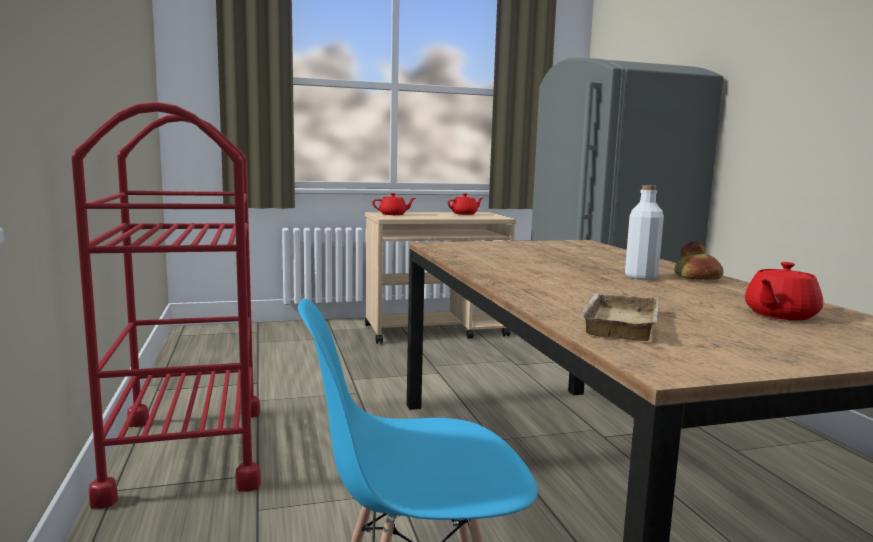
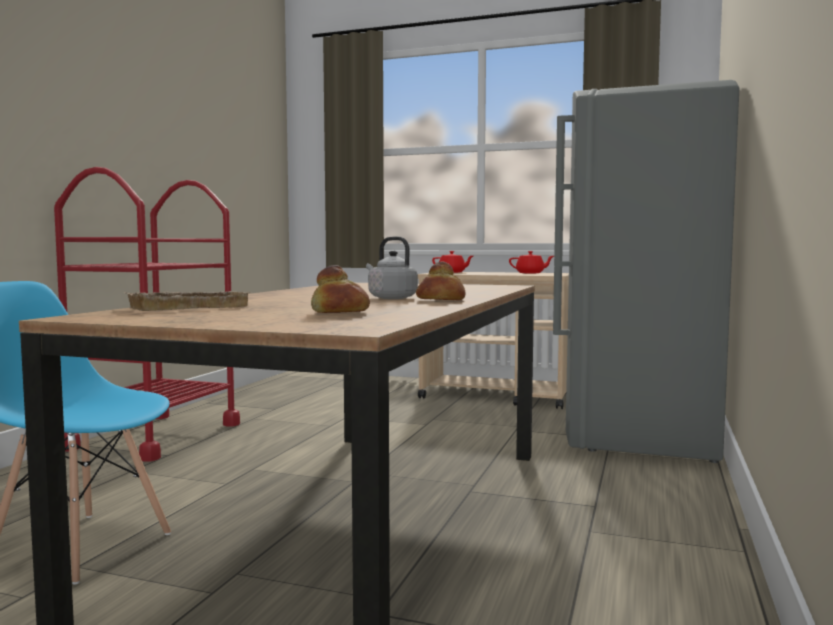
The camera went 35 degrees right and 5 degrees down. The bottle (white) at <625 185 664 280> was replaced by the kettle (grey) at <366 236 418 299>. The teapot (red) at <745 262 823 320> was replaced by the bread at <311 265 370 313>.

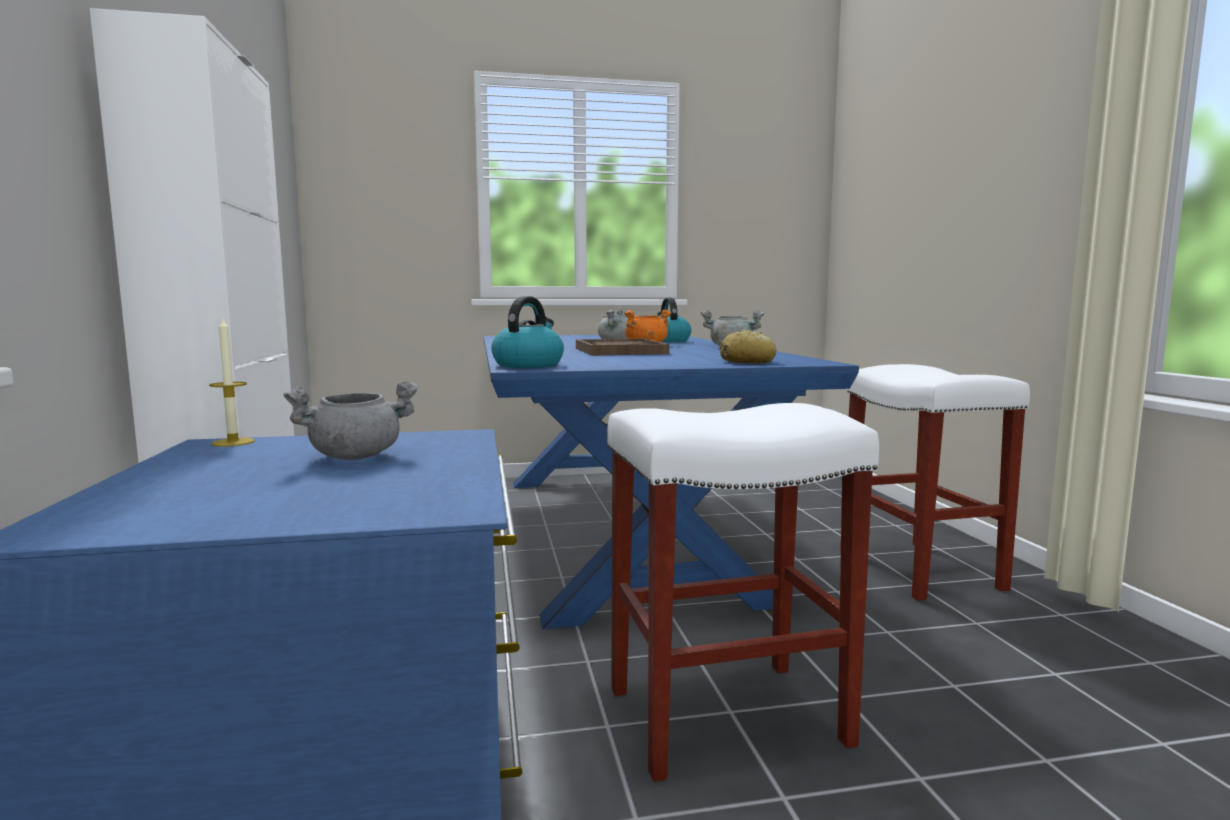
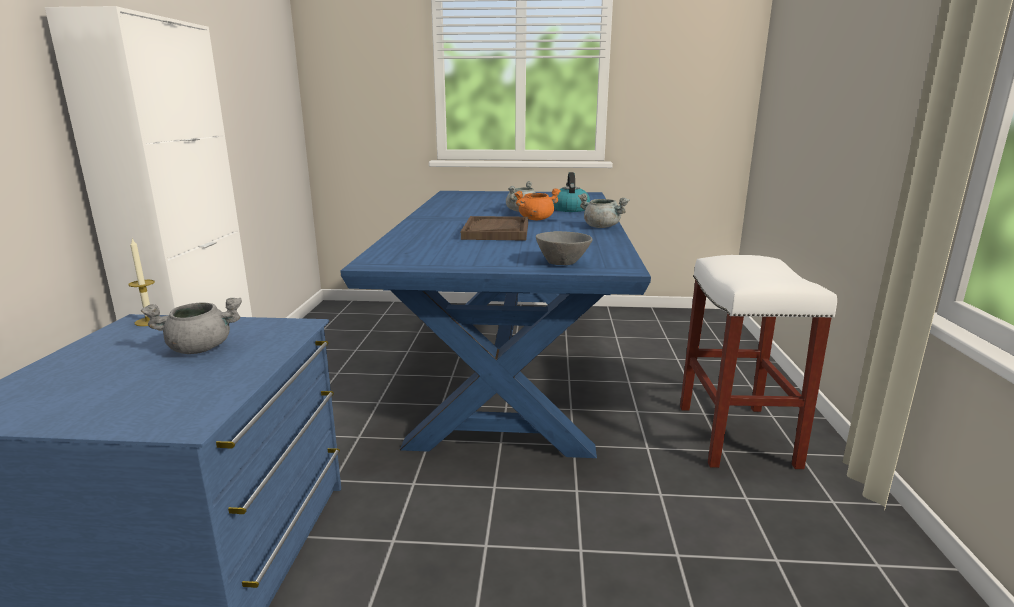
The camera went 15 degrees right and 10 degrees up. The kettle at <491 296 564 368> disappeared. The bread at <720 330 776 363> was replaced by the bowl (grey) at <536 231 593 265>. The stool (white) at <607 403 879 782> disappeared.

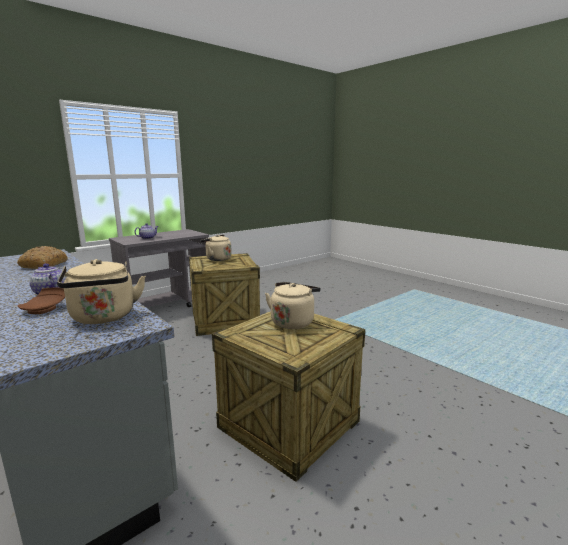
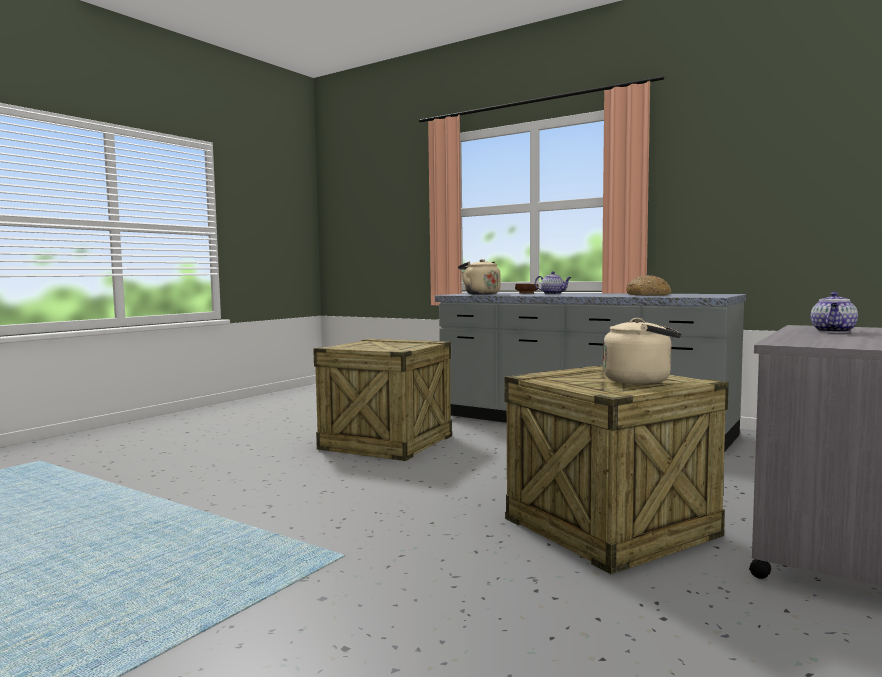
The camera went 165 degrees right and 10 degrees down. The kettle (beige) at <265 282 321 329> disappeared.

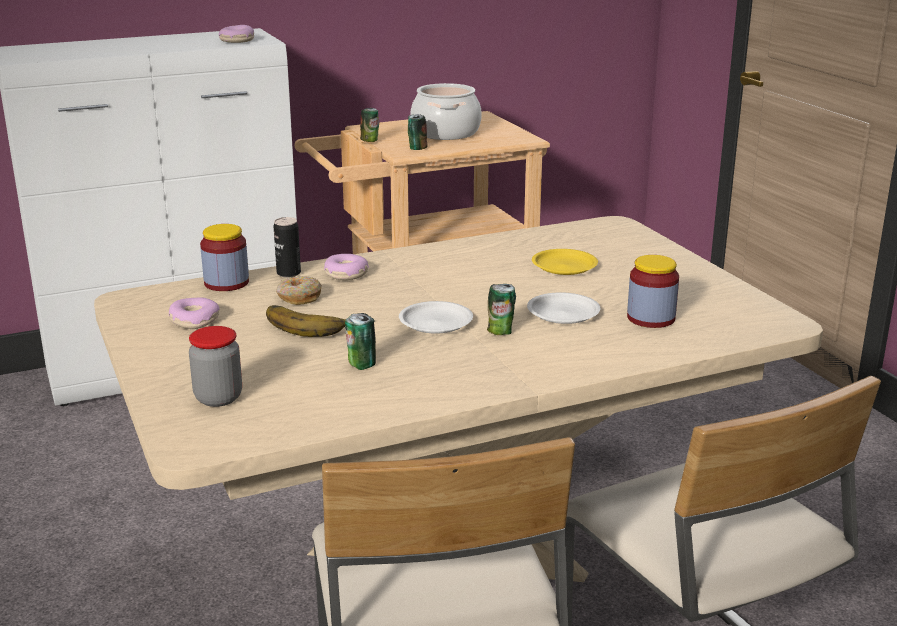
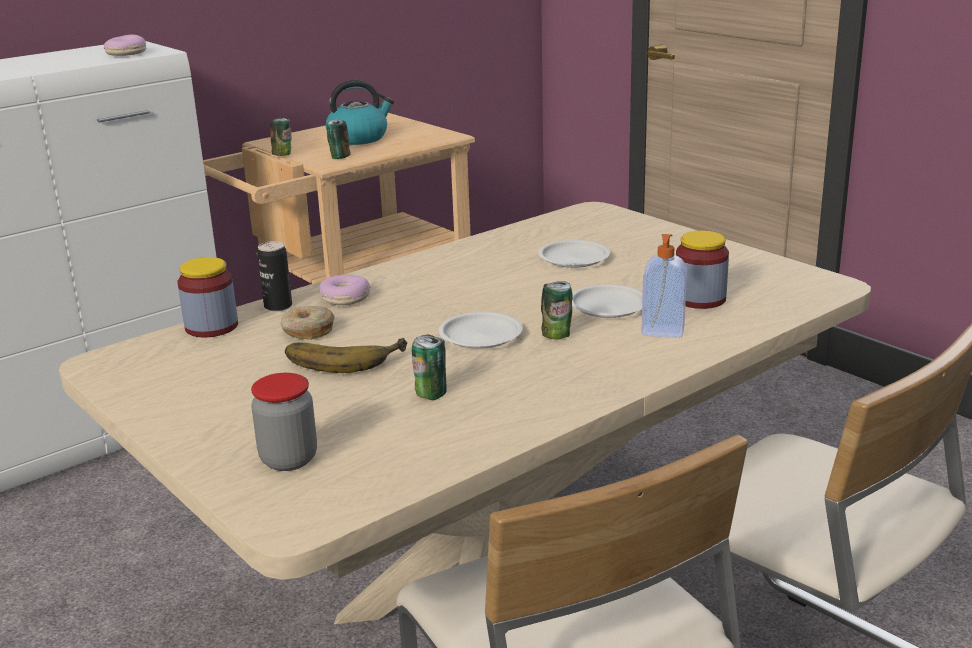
The camera went 15 degrees left and 0 degrees up. The cooking pot at <410 83 482 140> was replaced by the kettle at <326 80 394 145>. The plate (yellow) at <532 249 598 275> became the plate (white) at <538 240 610 268>. The donut at <169 297 220 329> disappeared. The soap dispenser at <641 234 687 338> appeared.

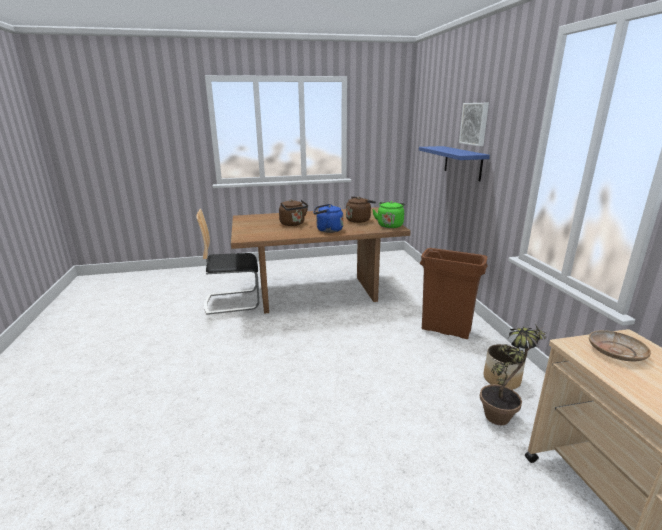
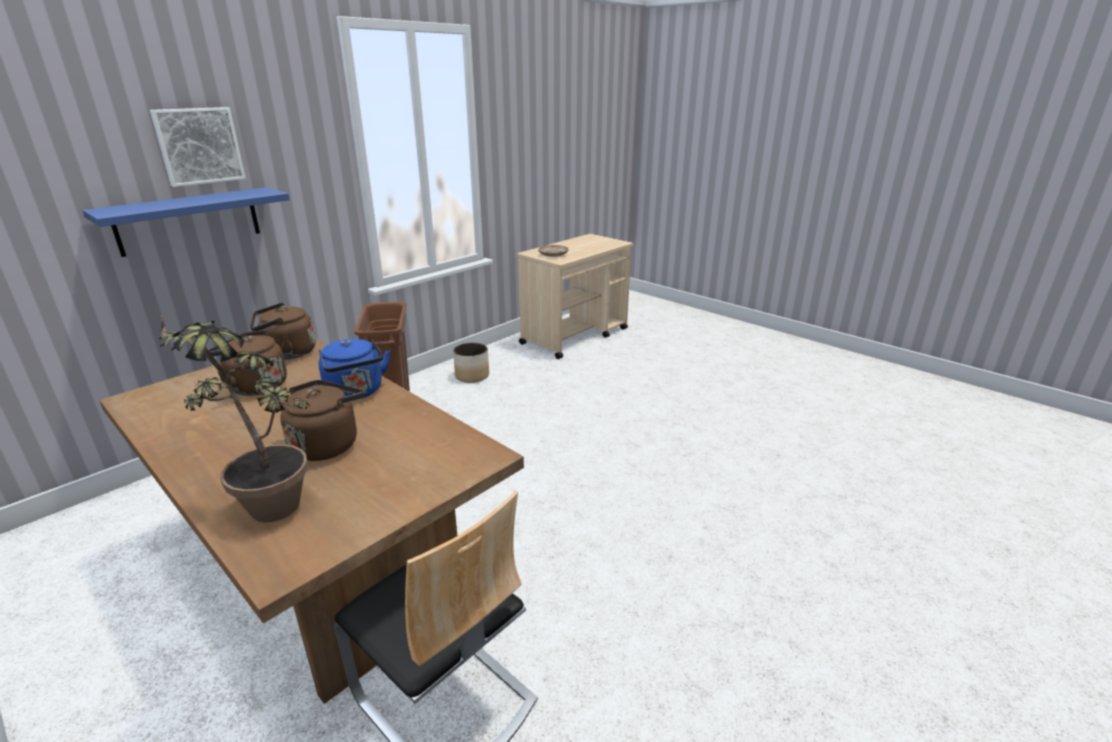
The camera went 125 degrees left and 5 degrees up. The kettle (green) at <372 201 405 228> became the kettle (brown) at <250 303 316 360>. The potted plant moved from <480 324 547 425> to <156 315 310 523>.

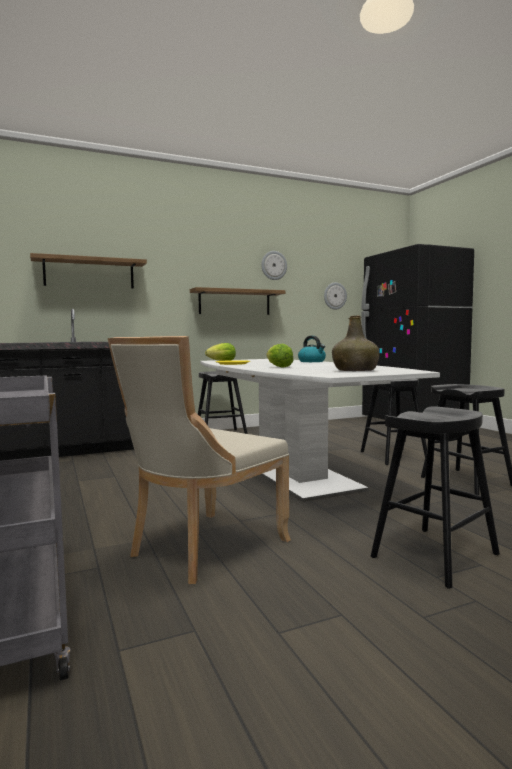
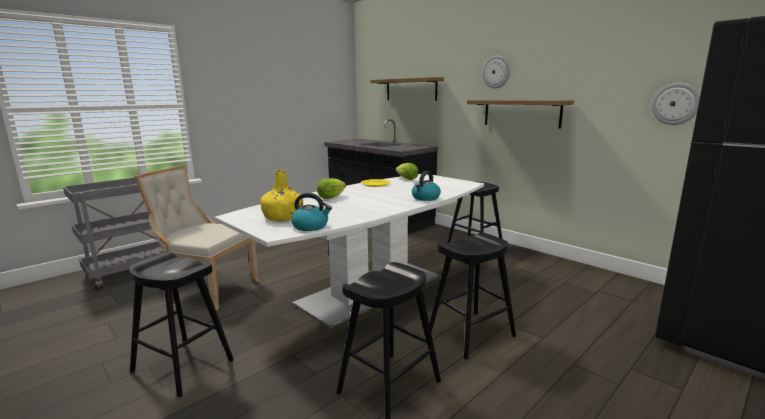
The camera went 70 degrees right and 10 degrees up. The wall clock moved from <261 251 287 280> to <482 55 510 89>. The bottle (green) at <332 316 379 371> became the bottle (yellow) at <260 170 303 221>. The kettle at <291 193 332 231> appeared.

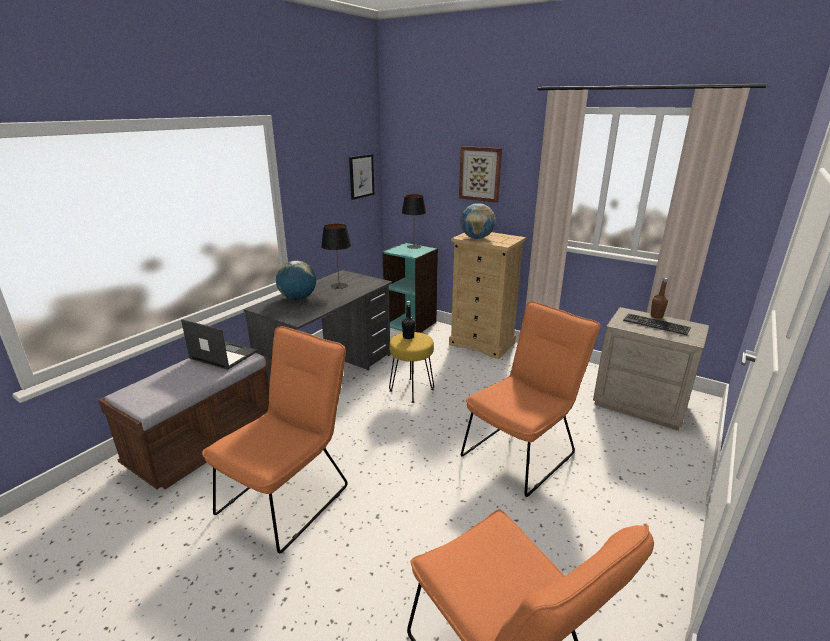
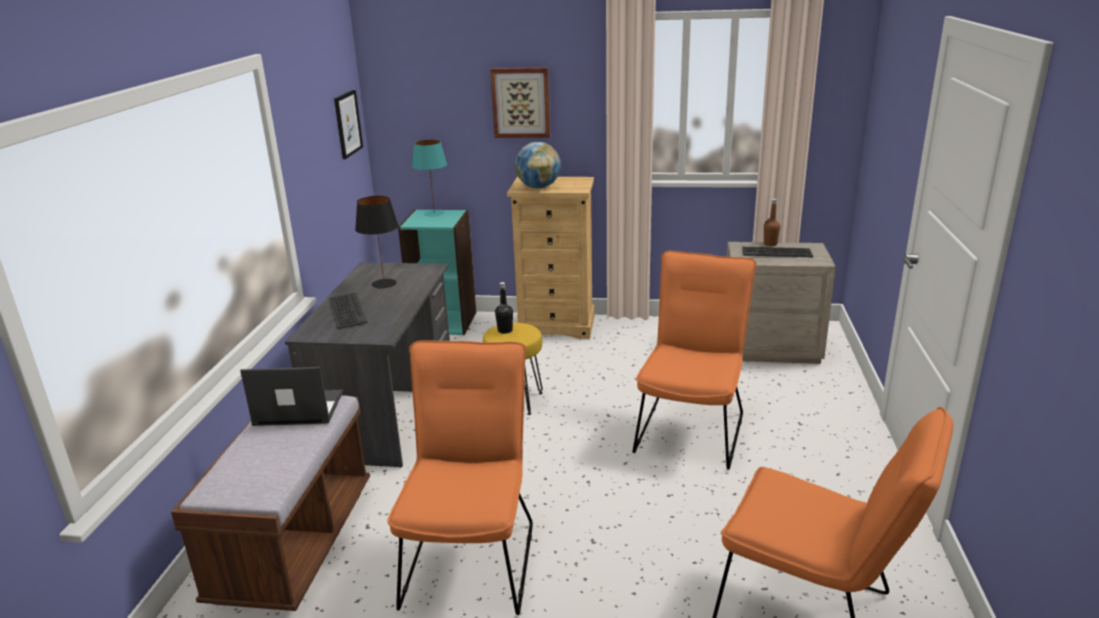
The camera went 25 degrees left and 0 degrees up. The table lamp (black) at <402 194 426 249> became the table lamp (turquoise) at <412 139 447 216>. The globe at <276 261 316 300> was replaced by the keyboard at <329 292 368 329>.

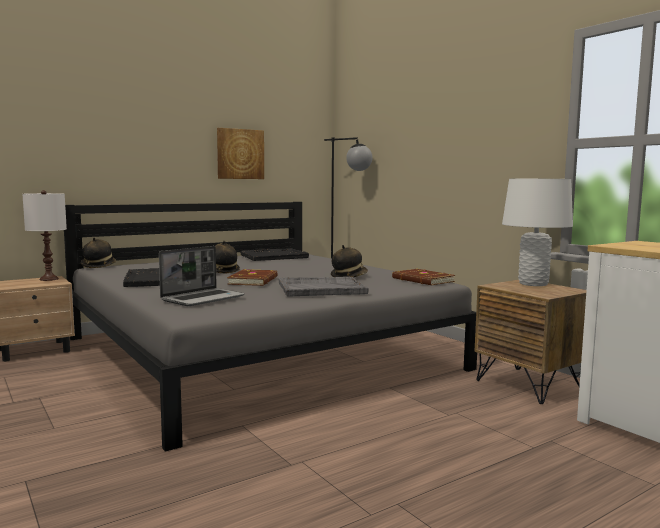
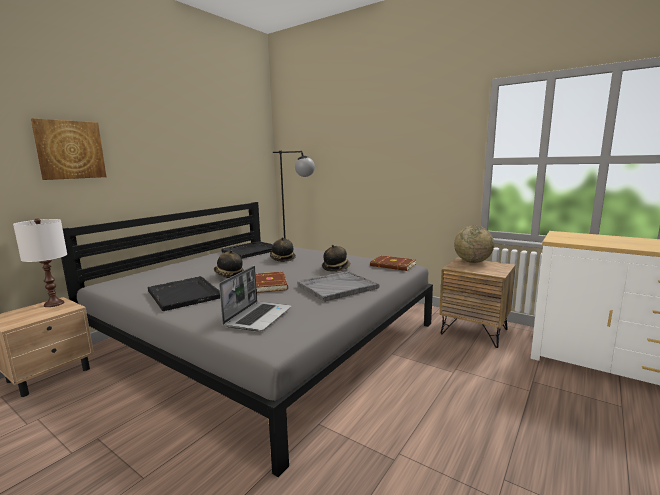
The camera went 20 degrees left and 5 degrees up. The picture moved from <217 128 264 179> to <31 118 106 180>. The table lamp (white) at <502 179 573 286> was replaced by the globe at <454 225 494 263>. The hat moved from <81 237 116 268> to <270 237 296 262>.

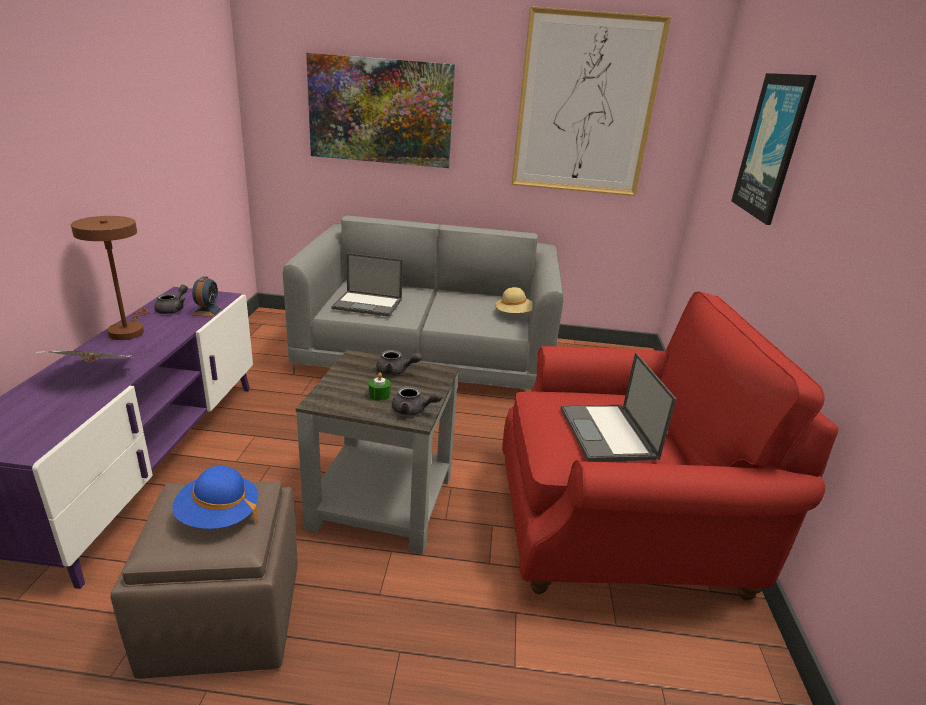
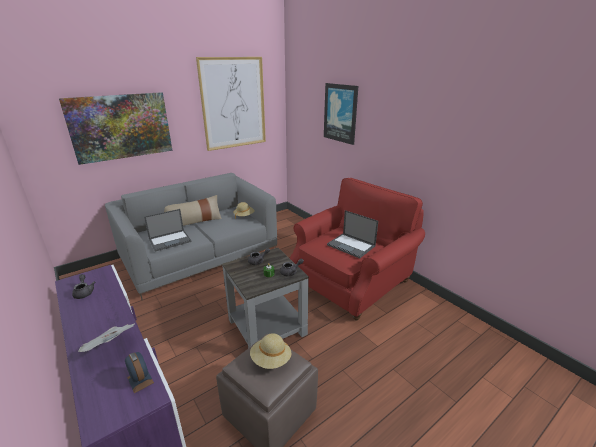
The camera went 40 degrees left and 0 degrees up. The table lamp (brown) at <71 216 149 340> disappeared. The alarm clock moved from <192 276 223 317> to <125 352 154 393>. The hat (blue) at <172 466 258 529> became the hat (beige) at <250 333 291 369>. The pillow (beige) at <164 195 222 226> appeared.

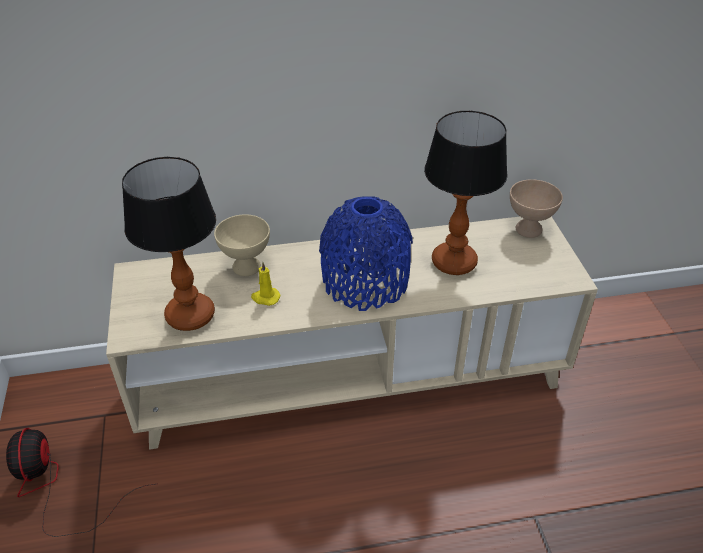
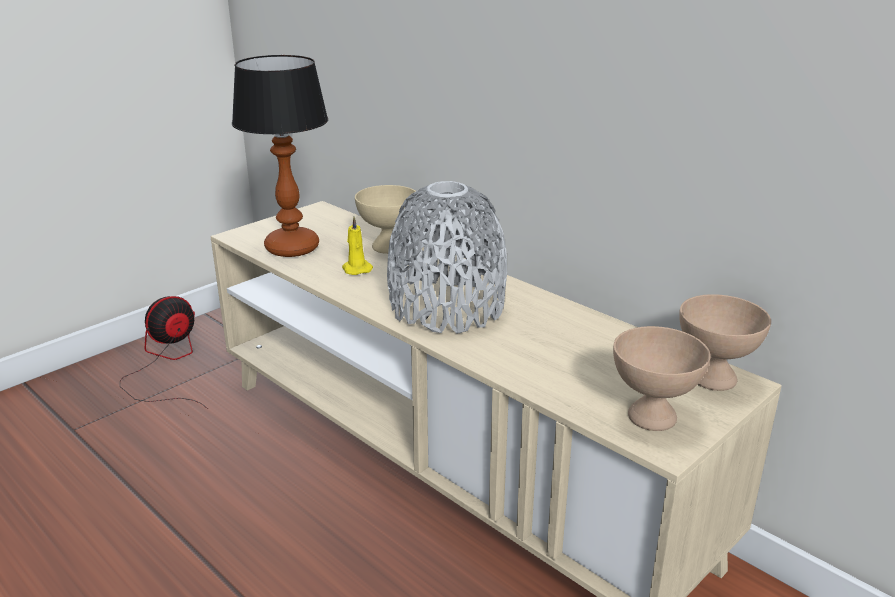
The camera went 55 degrees right and 15 degrees down. The table lamp at <424 111 508 275> disappeared. The vase (blue) at <319 196 413 311> became the vase (grey) at <387 181 507 334>. The bowl (beige) at <613 326 711 431> appeared.

